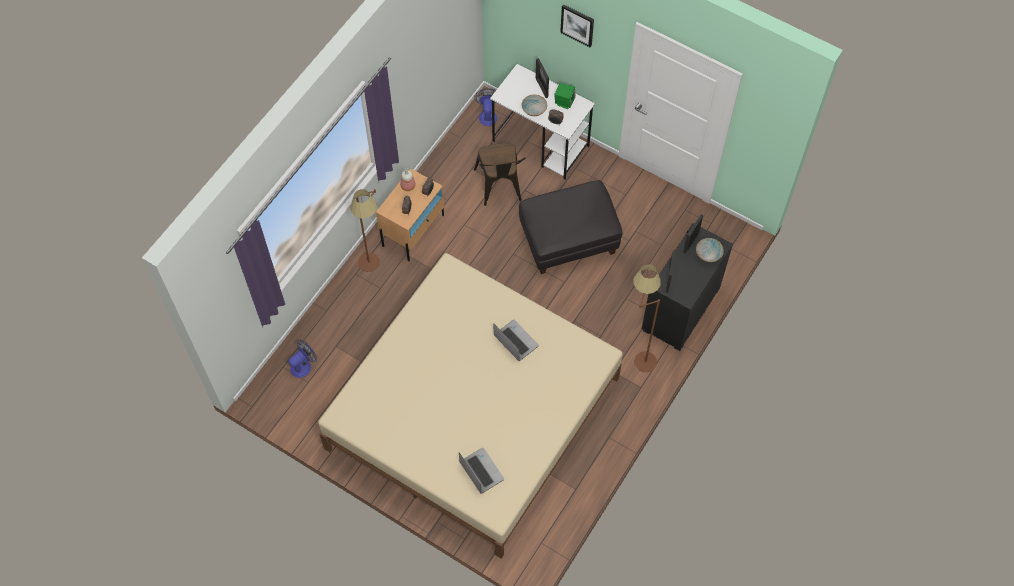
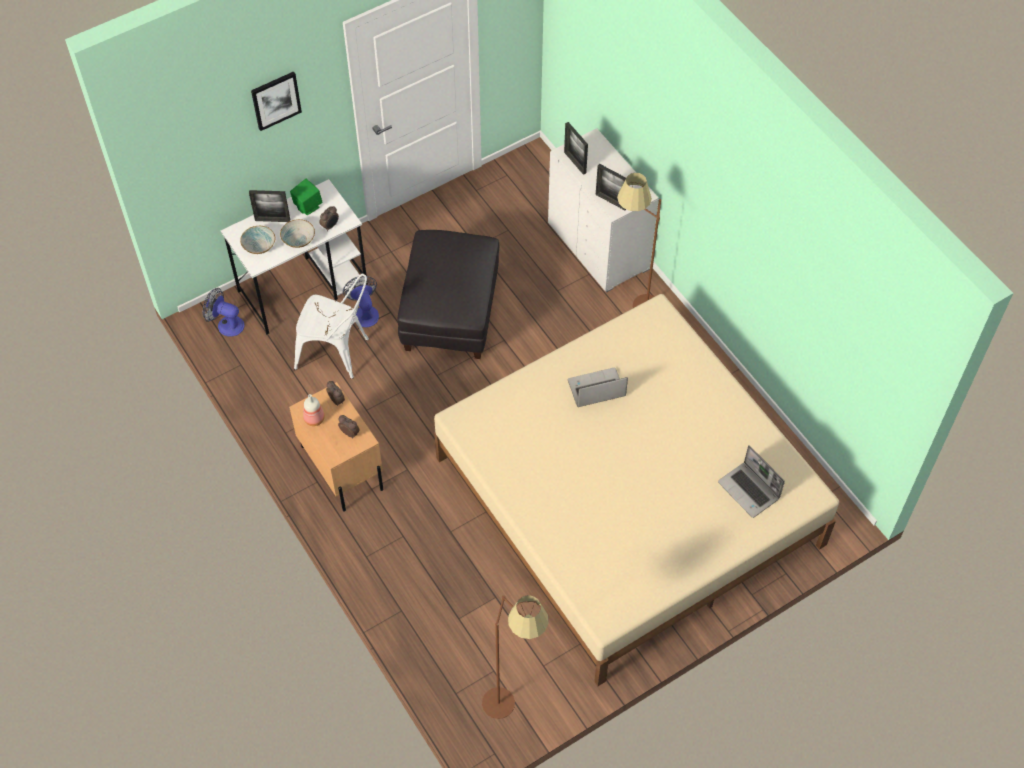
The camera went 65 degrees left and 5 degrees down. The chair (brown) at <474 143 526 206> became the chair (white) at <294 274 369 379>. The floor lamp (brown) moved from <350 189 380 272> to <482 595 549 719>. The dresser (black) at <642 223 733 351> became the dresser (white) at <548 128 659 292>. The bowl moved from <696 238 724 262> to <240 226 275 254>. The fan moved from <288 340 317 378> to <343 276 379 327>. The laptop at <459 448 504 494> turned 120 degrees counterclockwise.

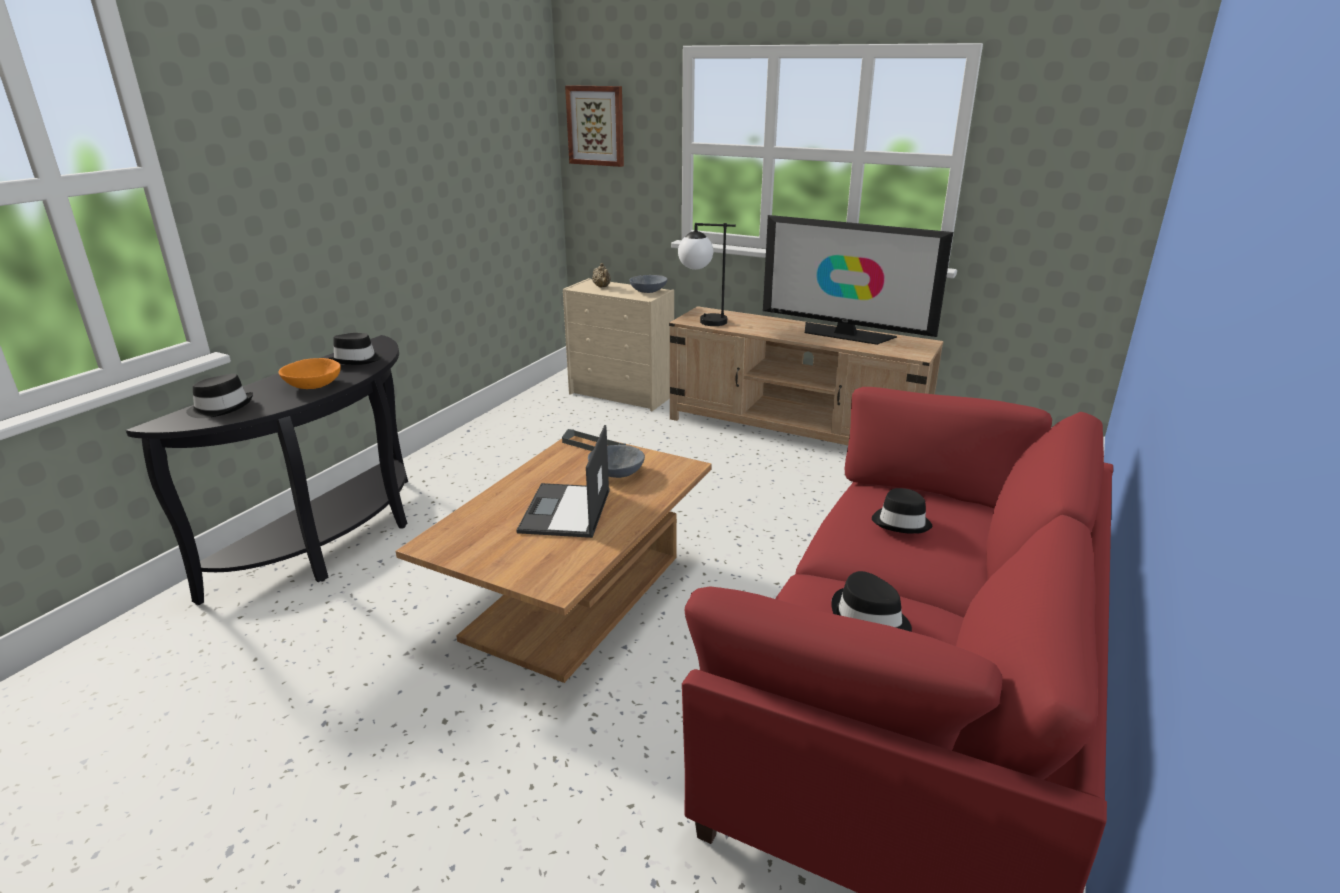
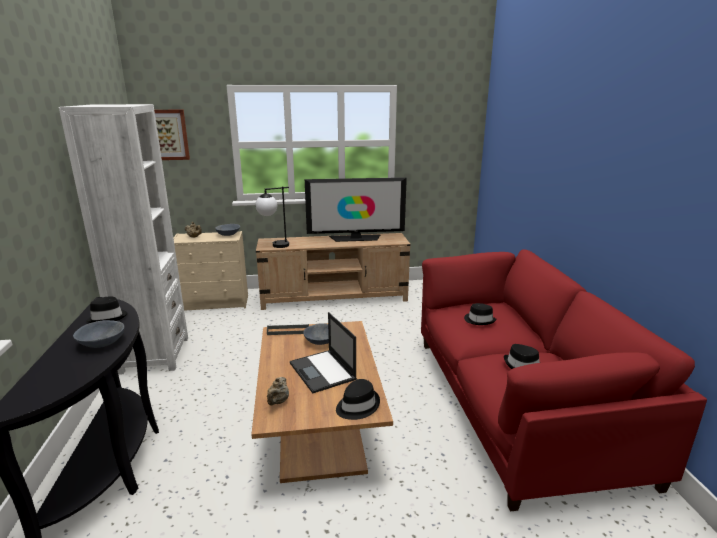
The camera went 35 degrees left and 5 degrees down. The bowl (orange) at <278 358 341 389> became the bowl (grey) at <73 320 124 348>. The hat (black) moved from <186 374 253 418> to <336 379 380 420>. The bookcase (white) at <59 104 188 375> appeared. The teapot (beige) at <267 377 289 406> appeared.

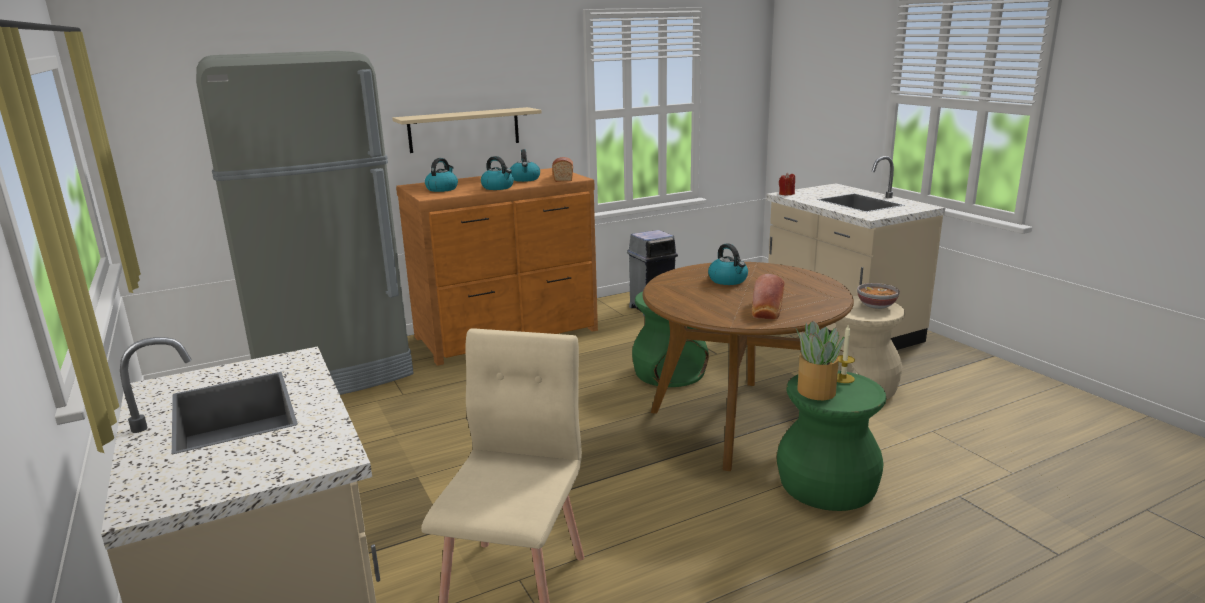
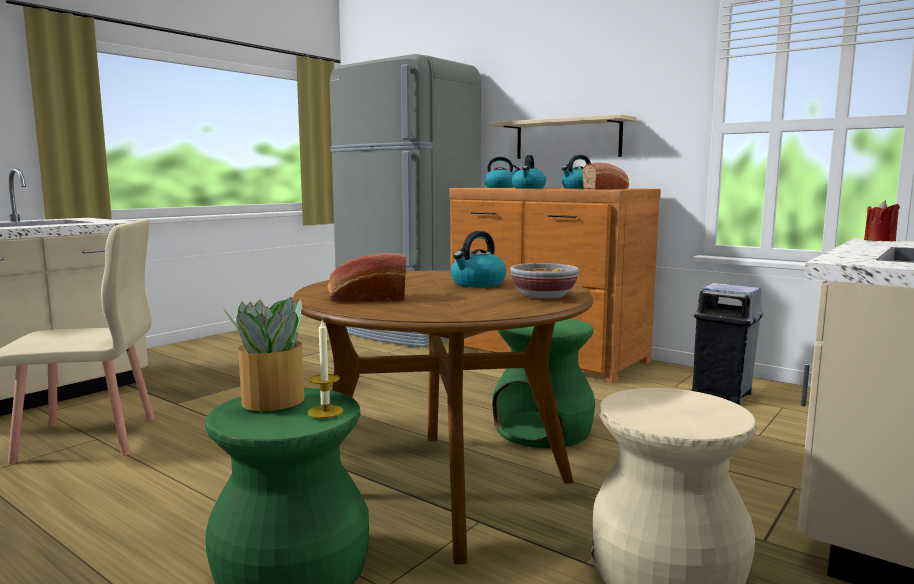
The camera went 65 degrees right and 10 degrees down. The bowl moved from <857 283 900 309> to <510 263 579 299>.

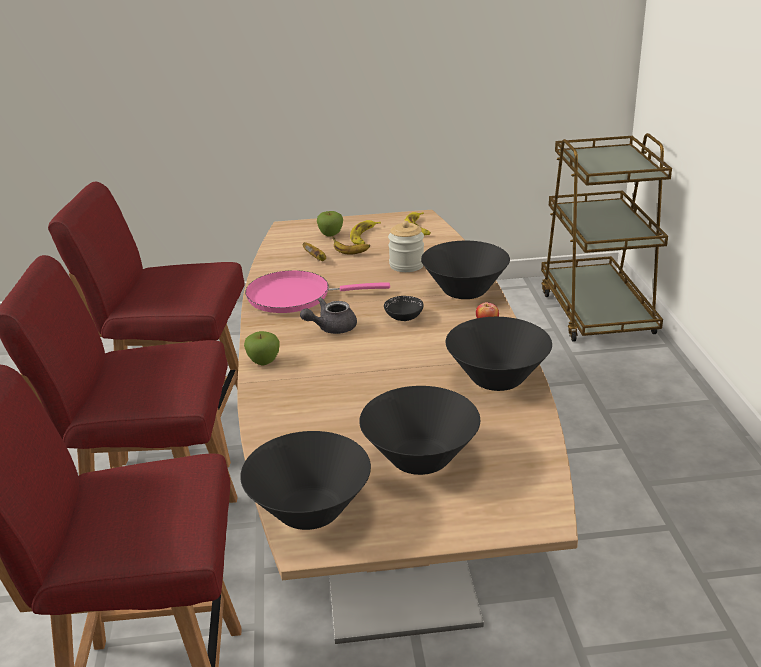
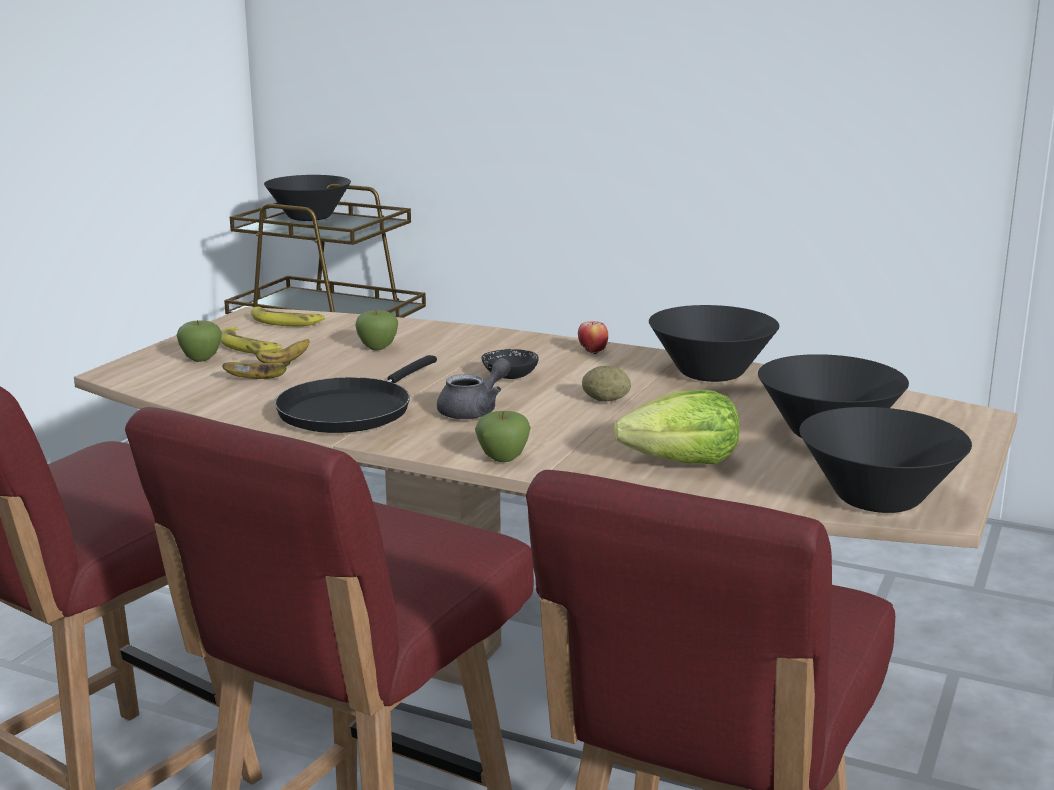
The camera went 60 degrees left and 10 degrees down. The jar at <388 221 424 272> was replaced by the apple at <355 310 398 350>. The bowl (black) moved from <421 241 510 299> to <264 175 351 221>. The frying pan (pink) at <245 270 390 313> became the frying pan (black) at <275 355 437 433>. The teapot (grey) at <300 298 357 334> turned 135 degrees counterclockwise. The potato at <582 366 631 402> appeared. The lettuce at <614 390 740 464> appeared.

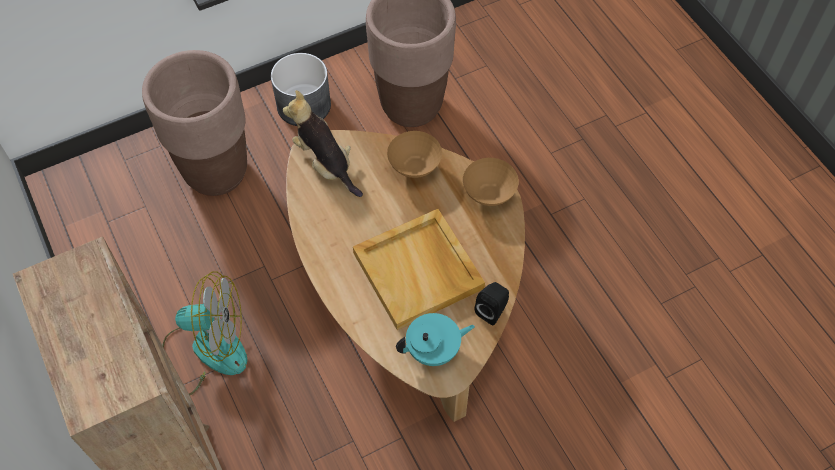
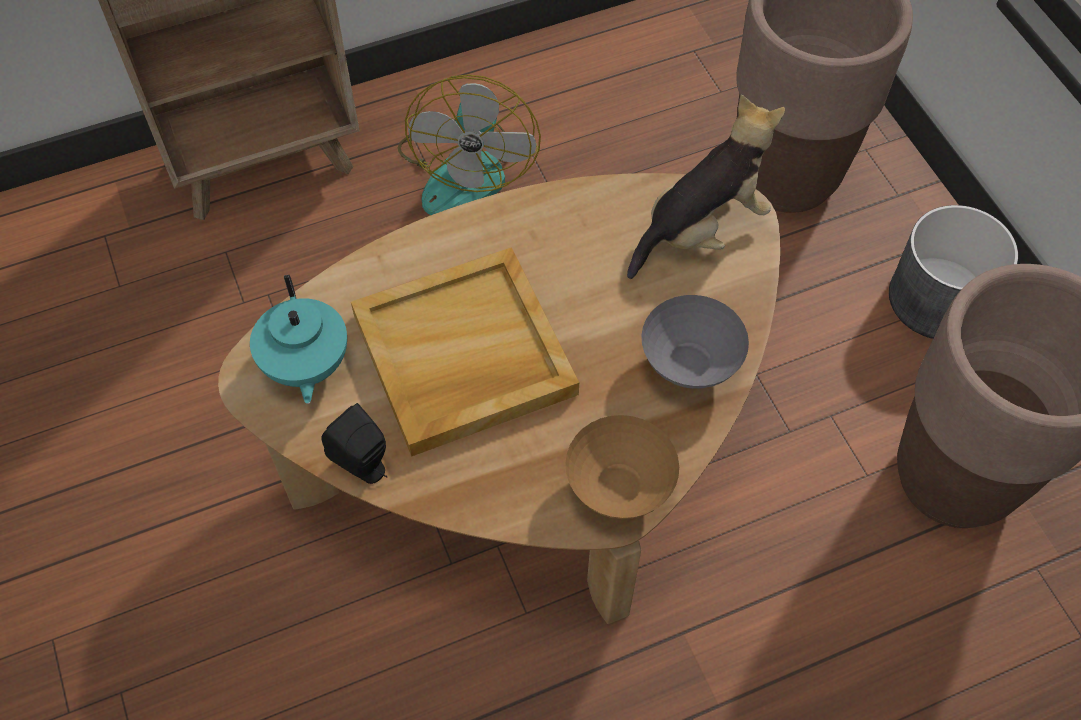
The camera went 95 degrees right and 0 degrees up. The bowl (brown) at <387 131 442 178> became the bowl (grey) at <641 295 749 389>.

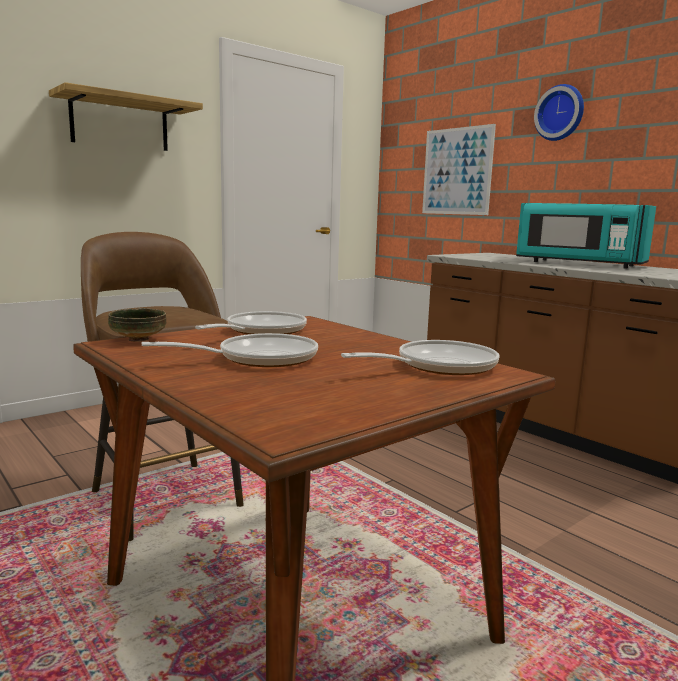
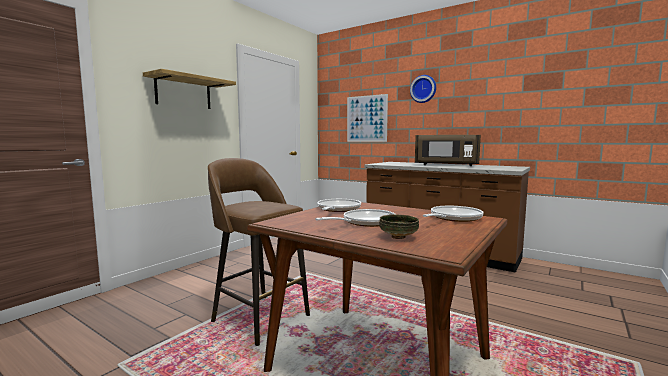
The camera went 15 degrees left and 5 degrees down. The microwave (turquoise) at <516 203 656 269> became the microwave (brown) at <415 135 481 166>. The bowl moved from <108 308 166 342> to <379 214 419 239>.

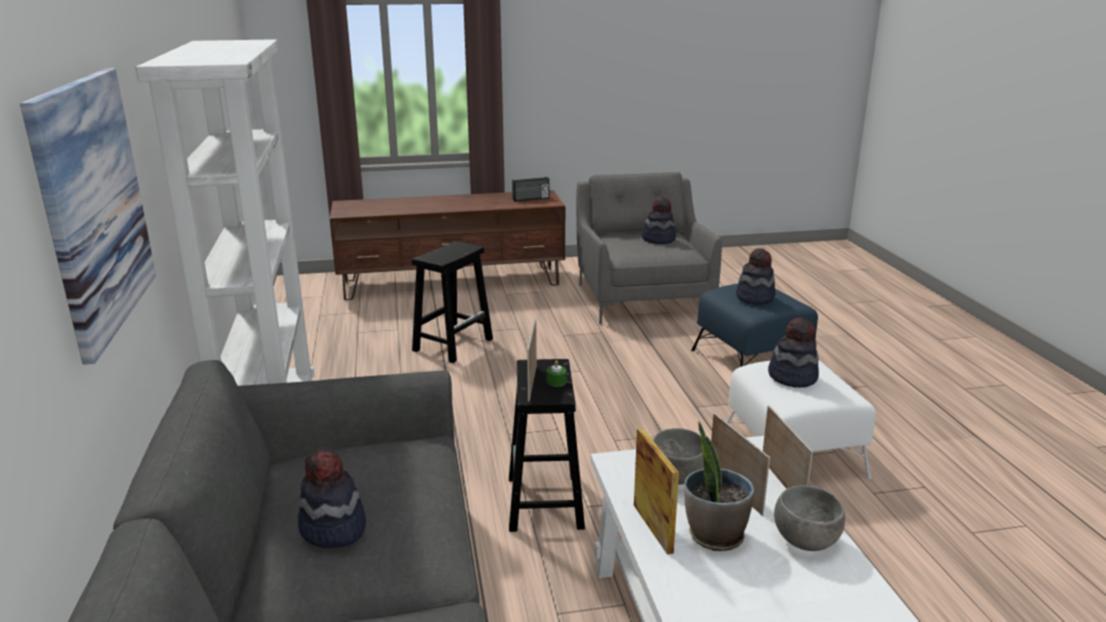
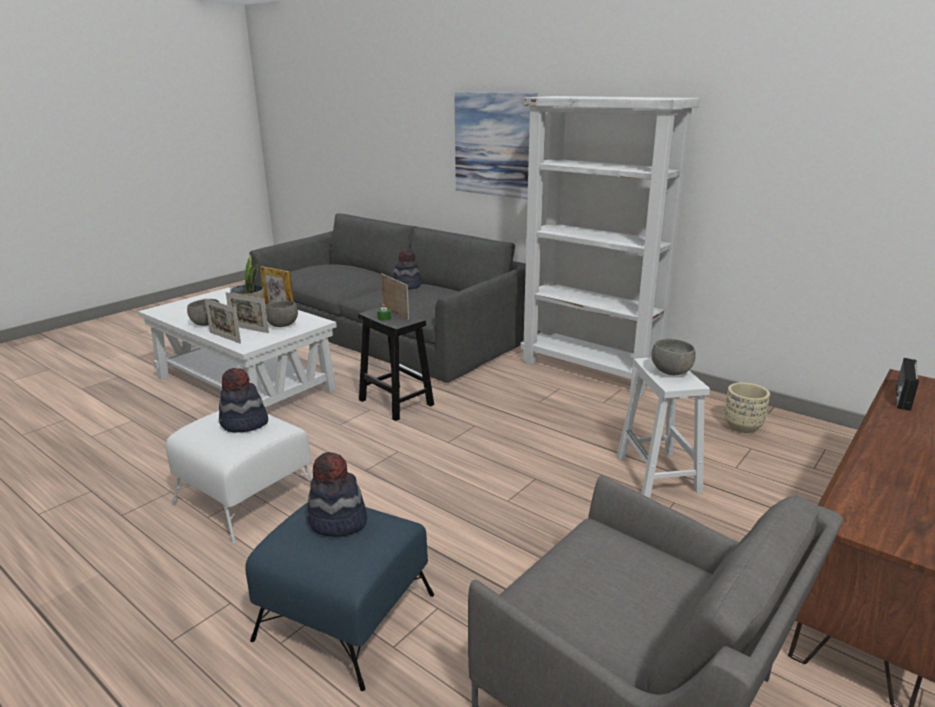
The camera went 140 degrees right and 0 degrees up. The radio moved from <512 177 549 202> to <896 358 919 411>. The hat at <642 197 676 244> disappeared. The stool (black) at <412 241 493 363> became the stool (white) at <617 358 710 498>. The bowl (grey) at <651 339 696 375> appeared. The planter (beige) at <724 382 770 433> appeared.

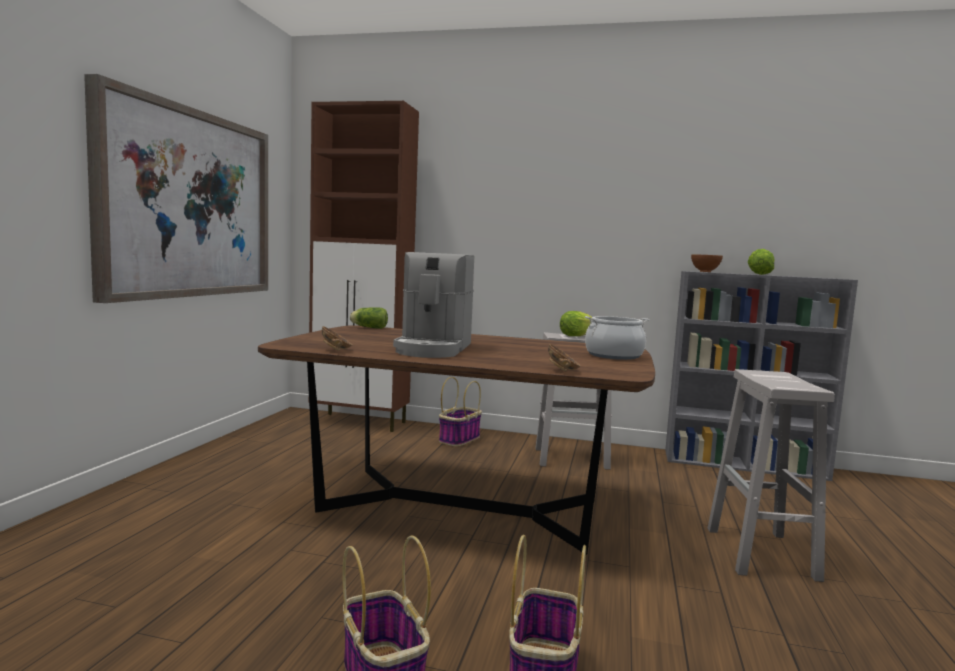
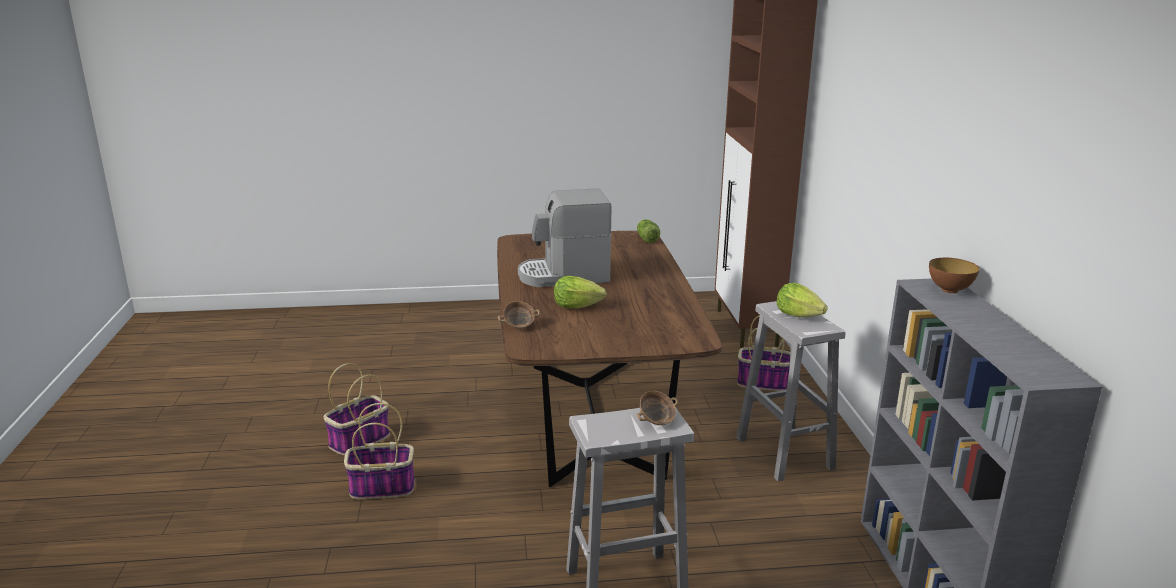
The camera went 70 degrees right and 15 degrees up. The picture at <84 74 268 303> disappeared. The lettuce moved from <748 249 774 275> to <554 276 607 309>. The cooking pot at <585 316 649 360> disappeared. The bowl moved from <322 326 352 351> to <636 391 678 425>.

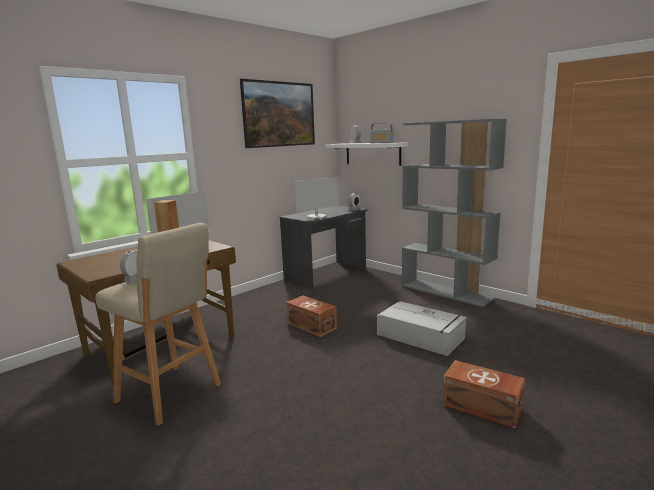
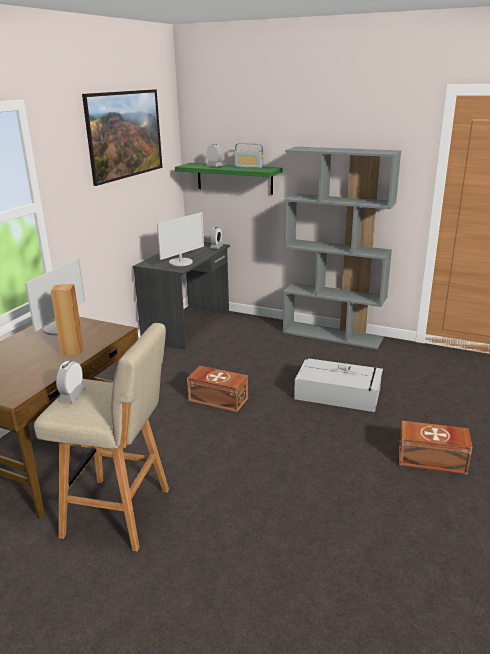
The camera went 20 degrees left and 10 degrees up. The shelf (white) at <326 143 408 166> became the shelf (green) at <175 163 282 194>.

